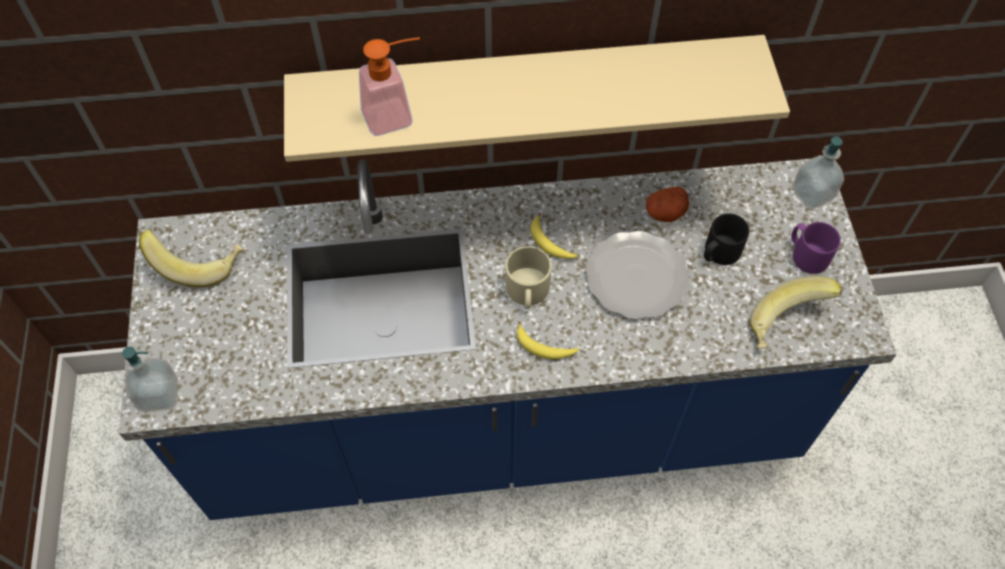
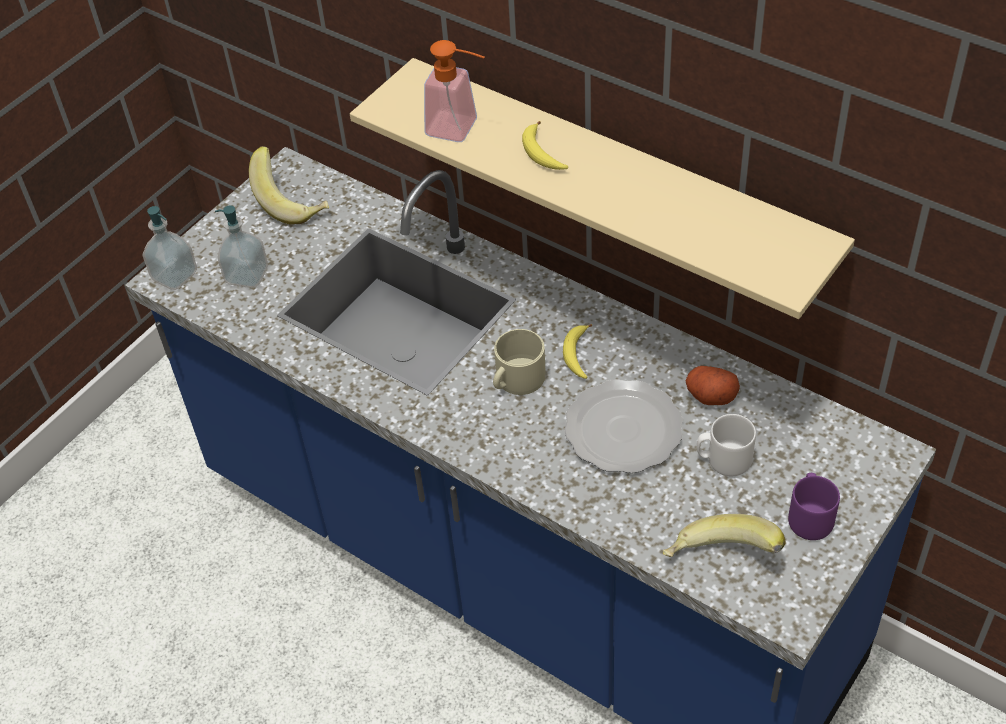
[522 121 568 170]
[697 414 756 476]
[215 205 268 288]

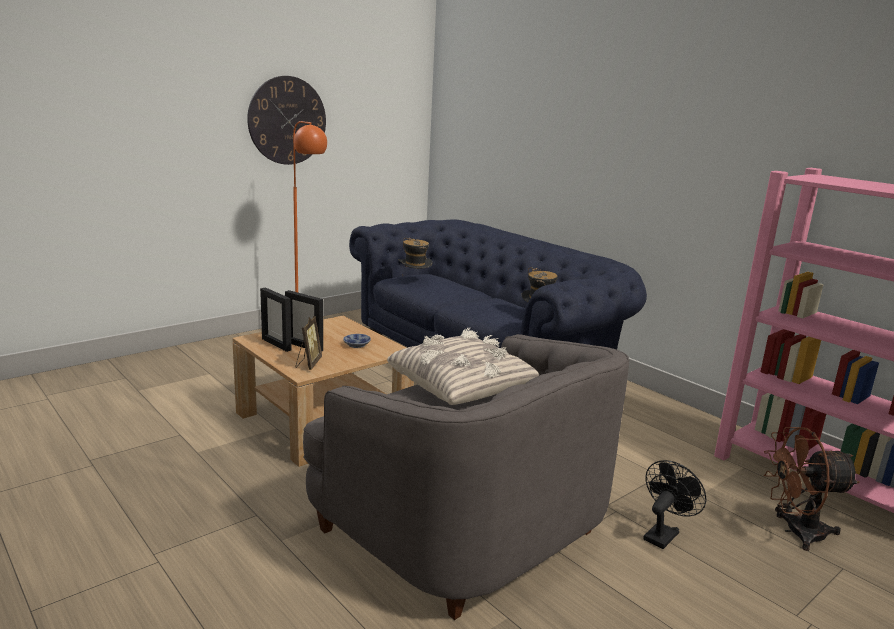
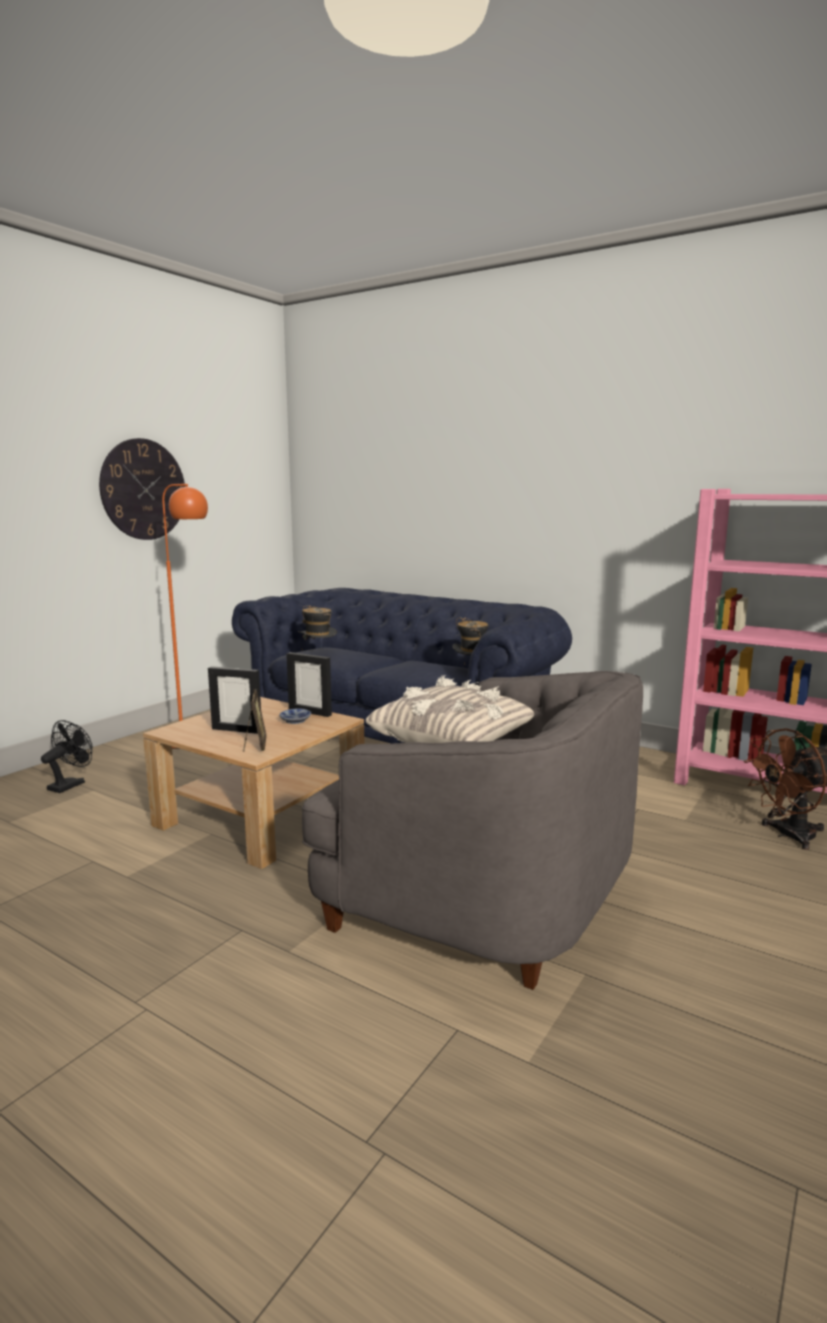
[286 652 332 717]
[41 720 92 793]

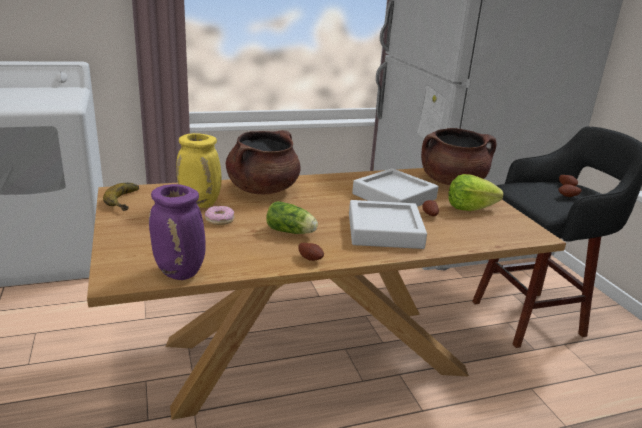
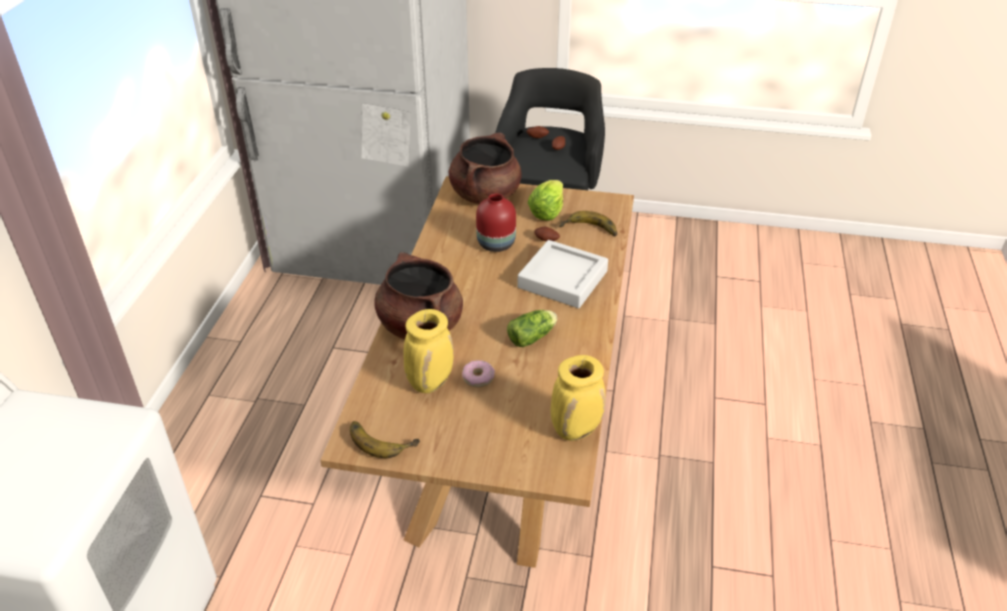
[551 355 605 441]
[298 243 324 261] (first image)
[476 194 516 252]
[559 211 617 236]

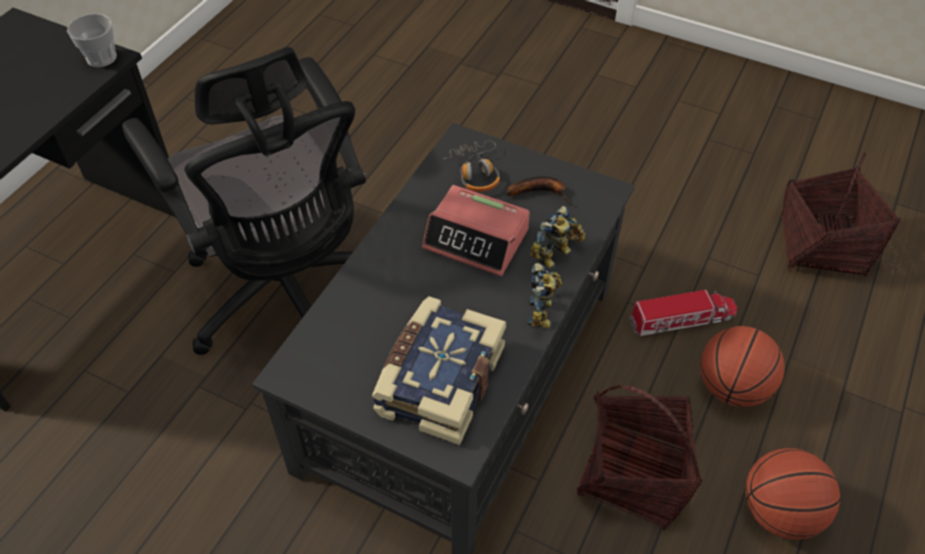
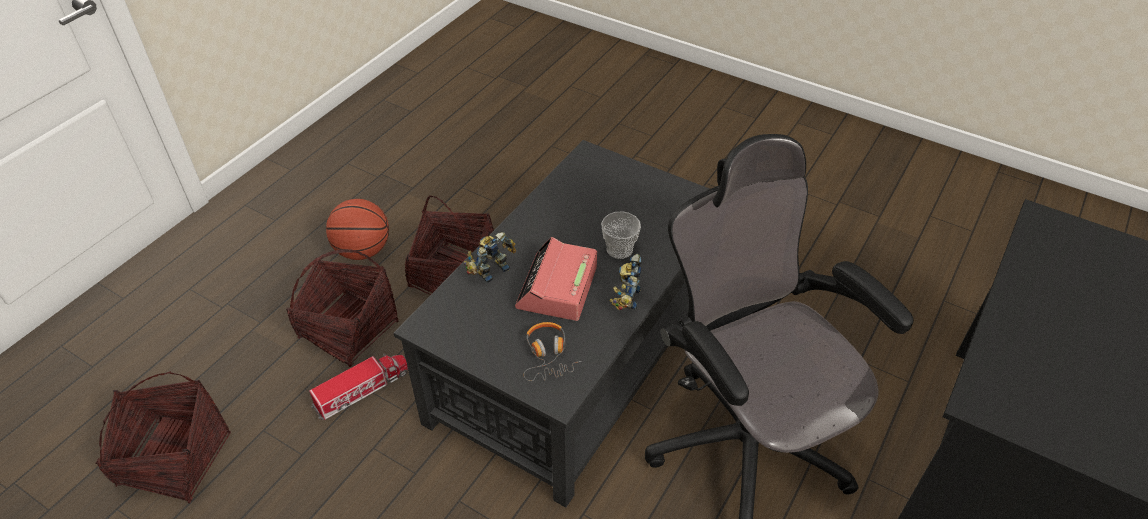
[601 211 641 259]
[371 296 506 445] (first image)
[515 237 597 321]
[506 176 569 203] (first image)
[610 254 641 310]
[309 354 408 420]
[286 249 399 367]

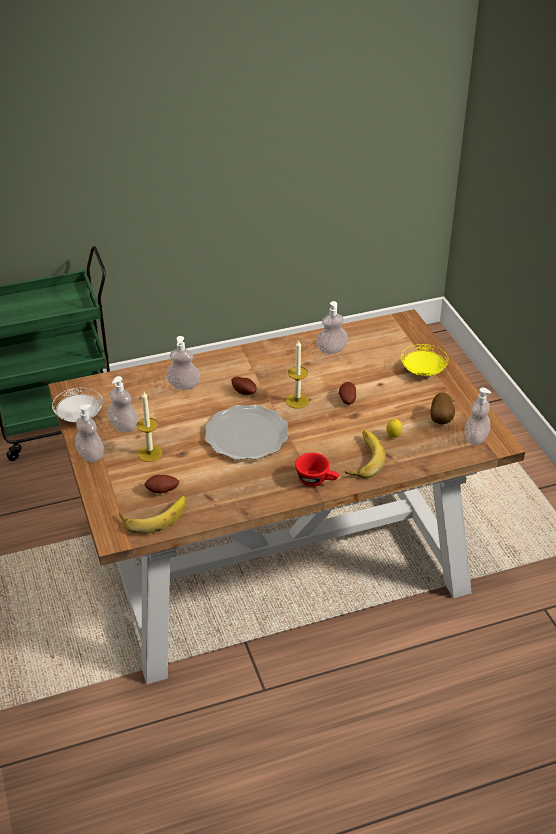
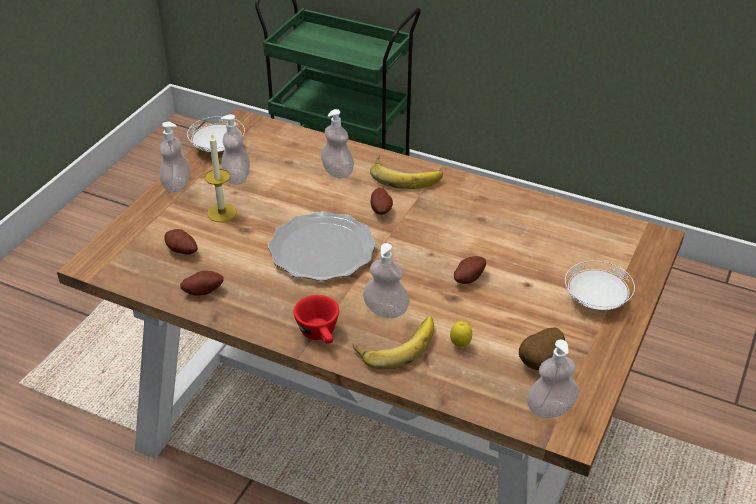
[370 156 443 189]
[286 339 309 409] (first image)
[363 243 410 318]
[565 261 635 310]
[180 271 224 296]

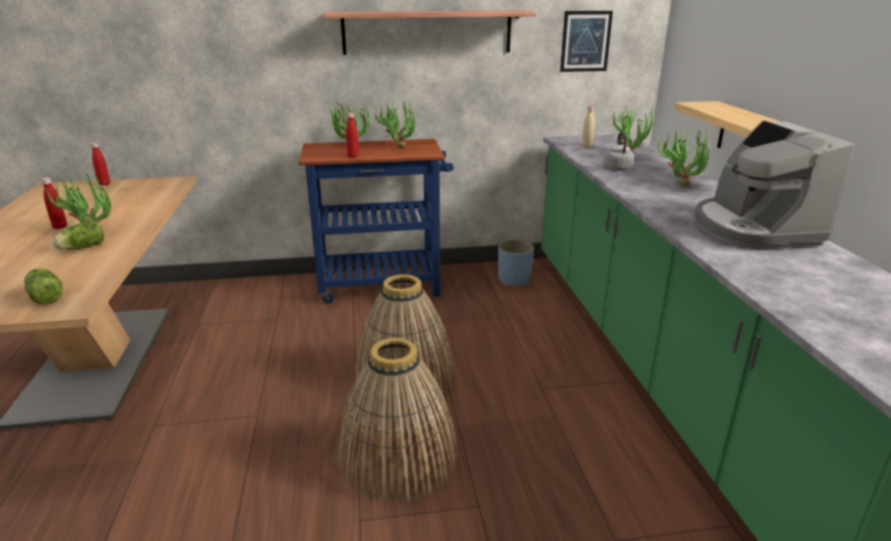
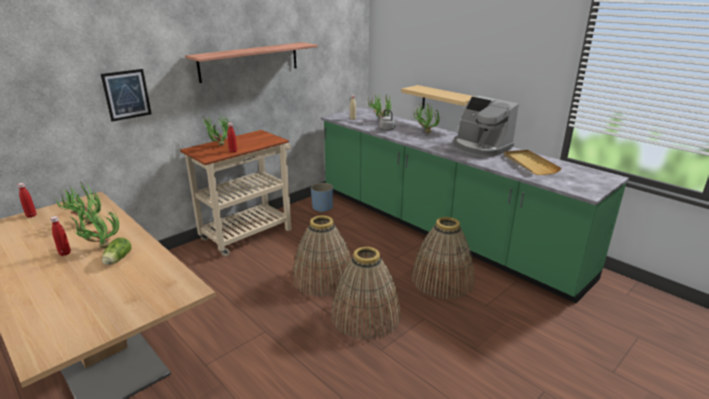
[24 268 63 304] (first image)
[180 130 292 257]
[55 182 101 224]
[101 69 151 122]
[411 217 475 299]
[504 150 562 175]

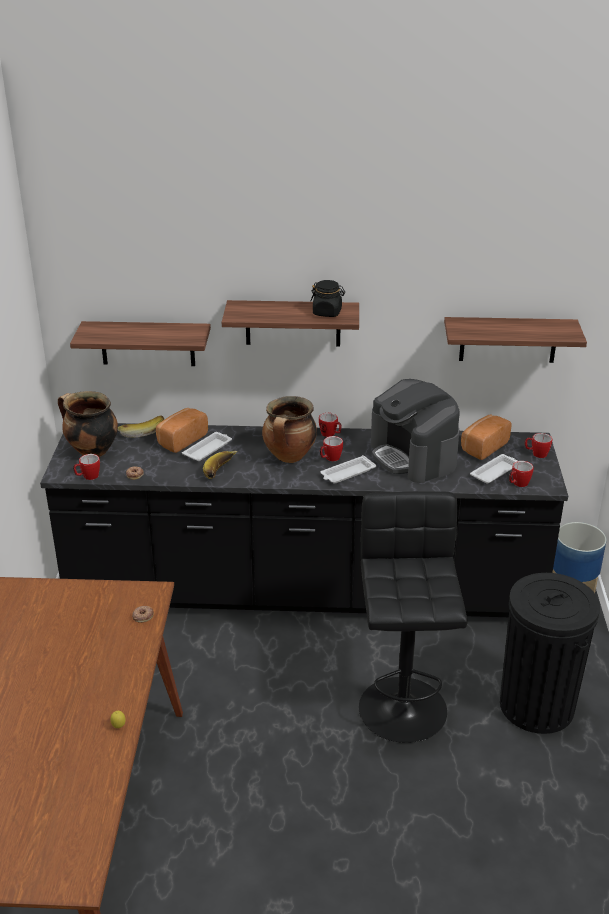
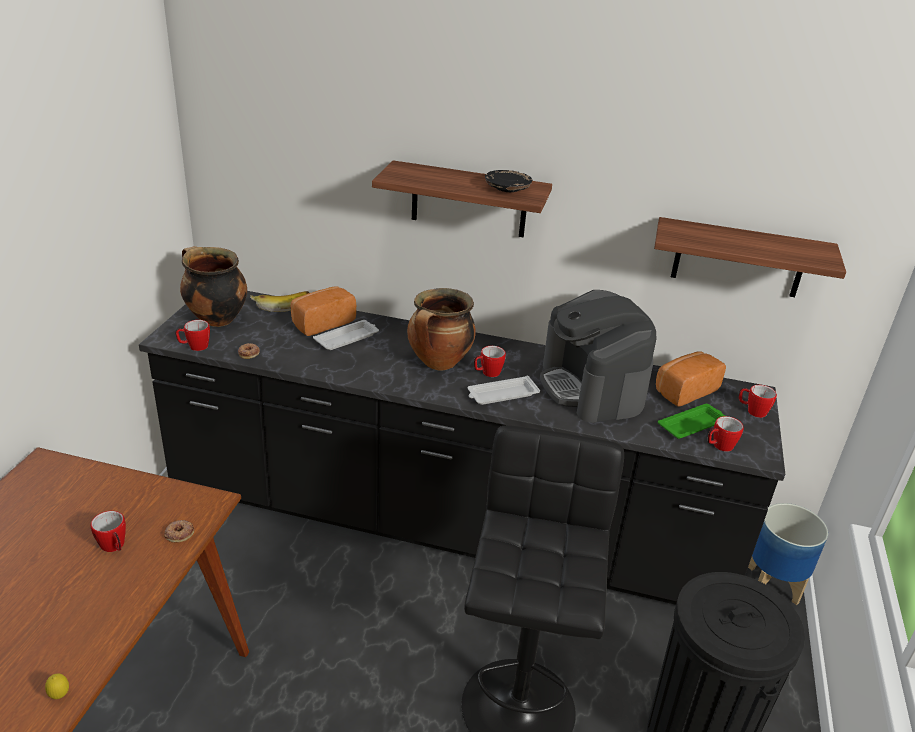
[70 321 211 366] (first image)
[203 451 237 479] (first image)
[485 170 532 192]
[91 511 126 552]
[658 404 725 439]

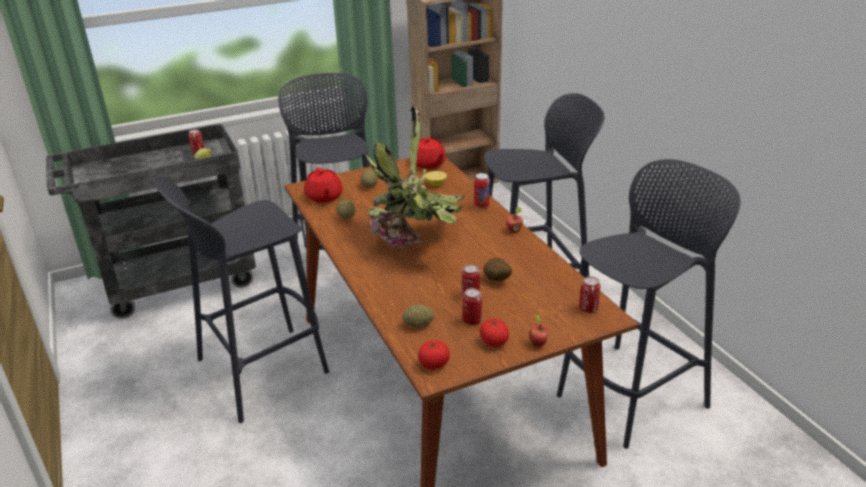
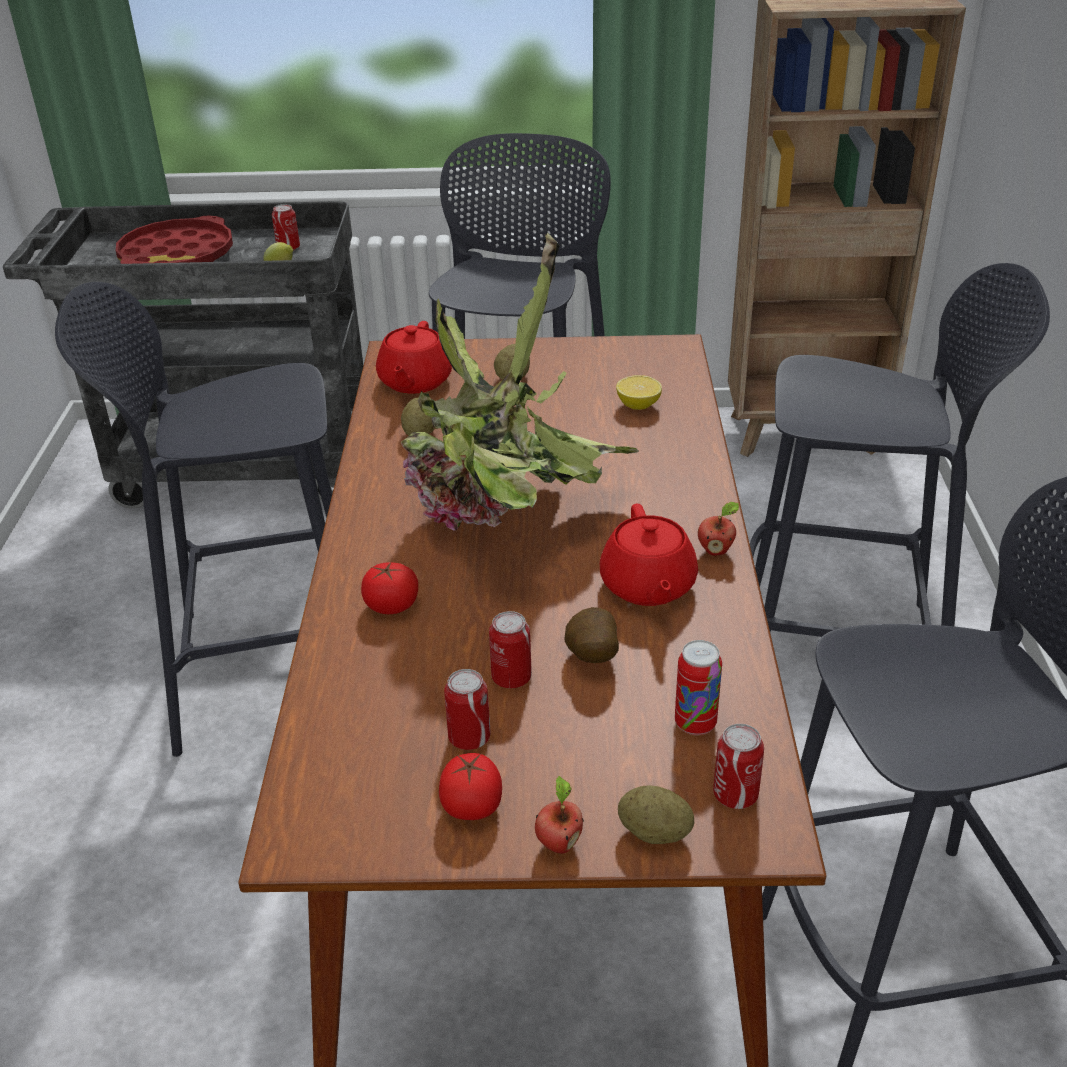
[618 785 694 844]
[600 504 698 606]
[361 562 418 614]
[675 640 722 735]
[116 215 233 264]

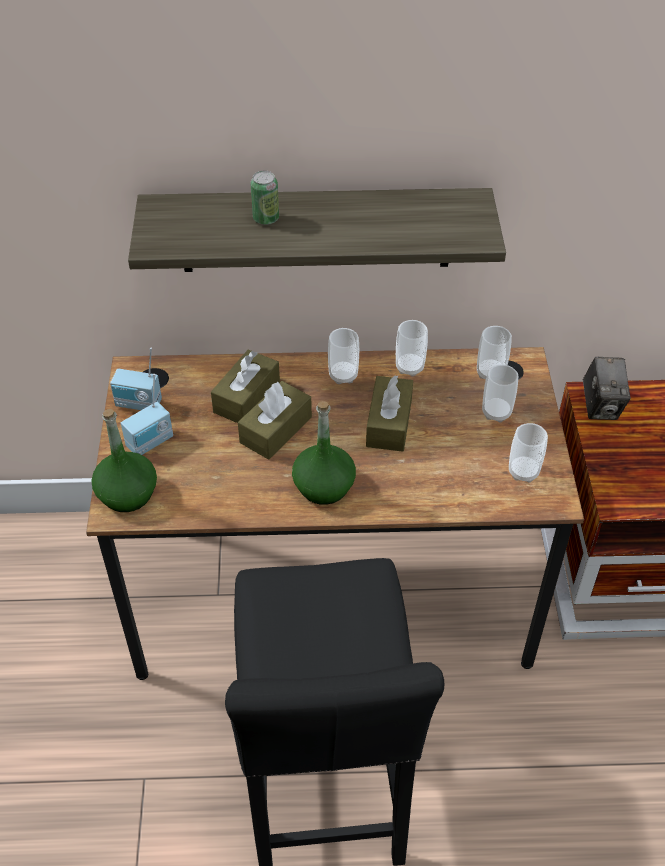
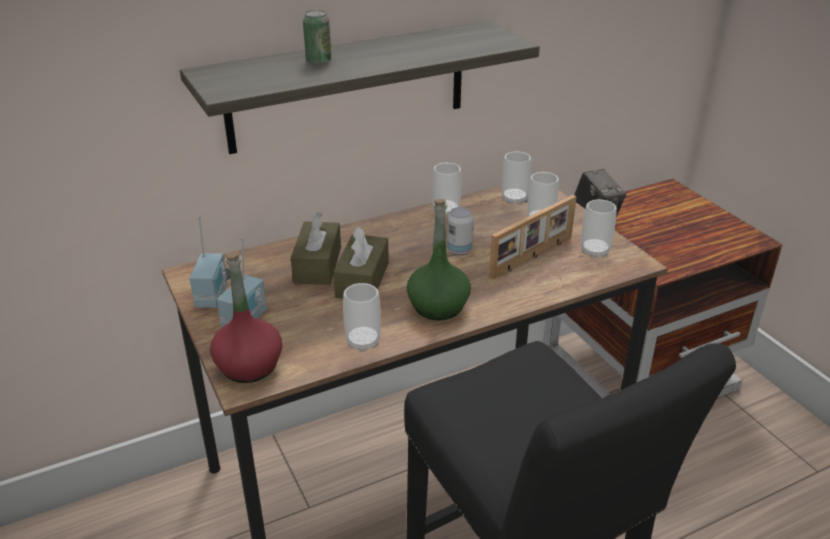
[210 251 282 383]
[189 216 227 308]
[343 283 381 352]
[447 207 474 255]
[489 195 577 279]

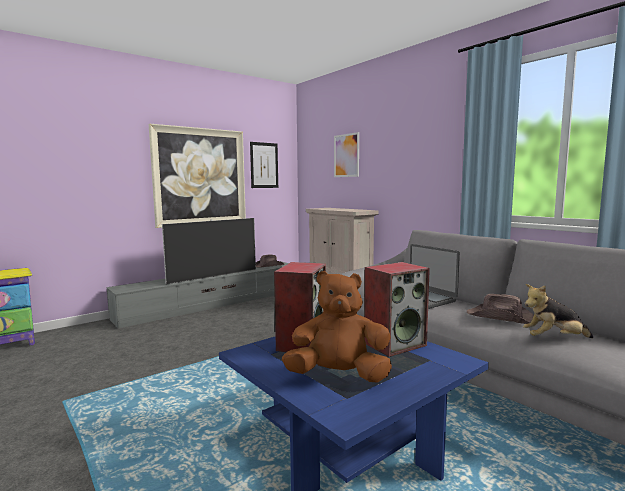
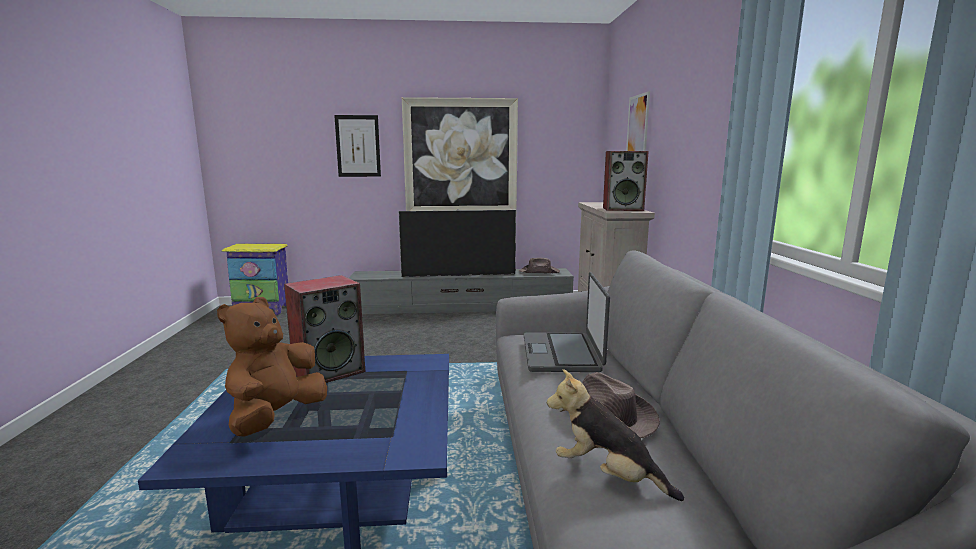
[334 115 381 177]
[217 297 327 437]
[603 151 649 211]

